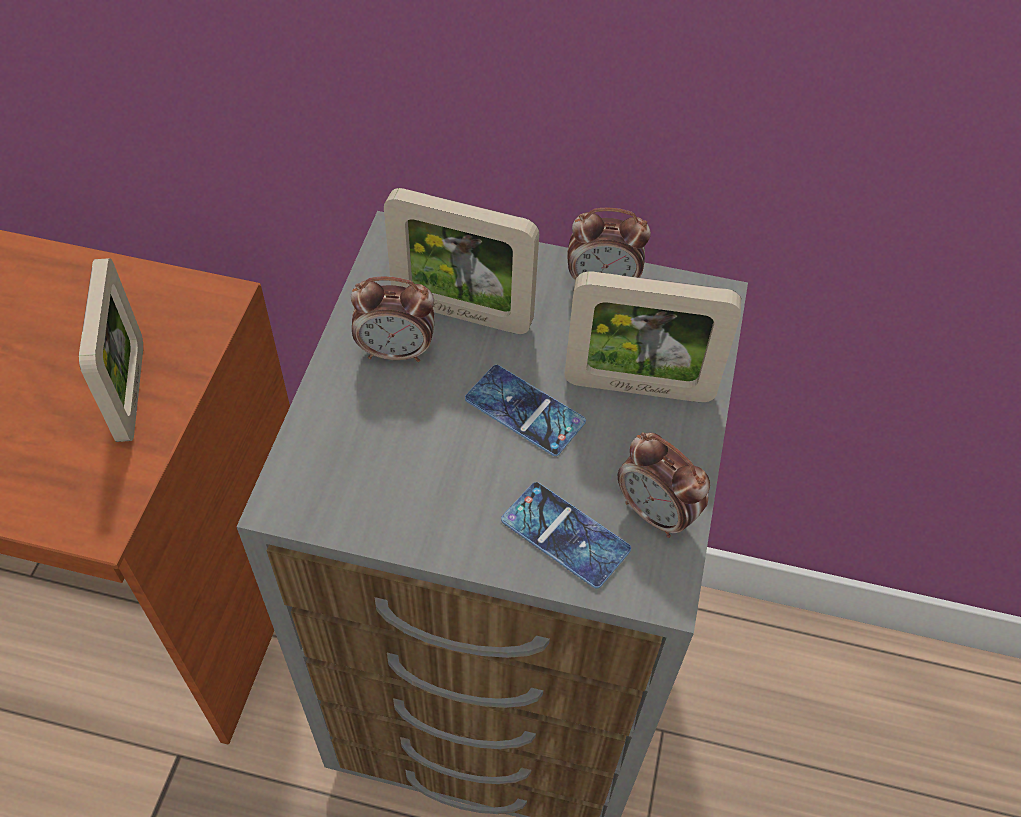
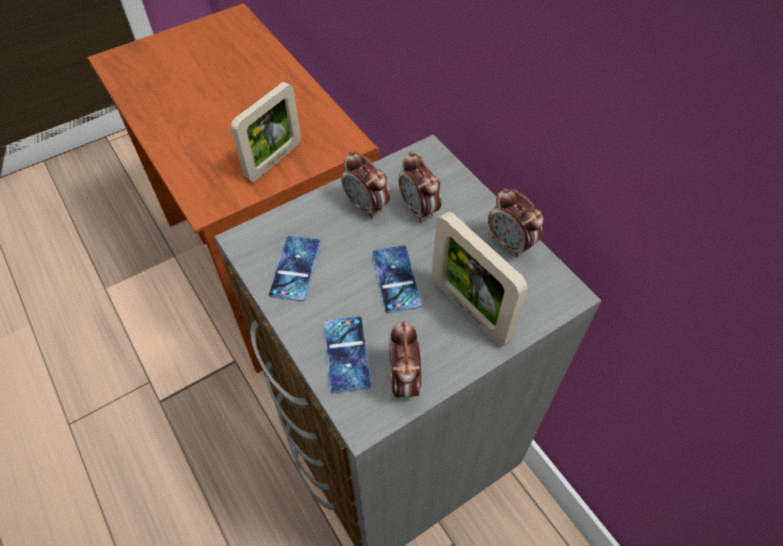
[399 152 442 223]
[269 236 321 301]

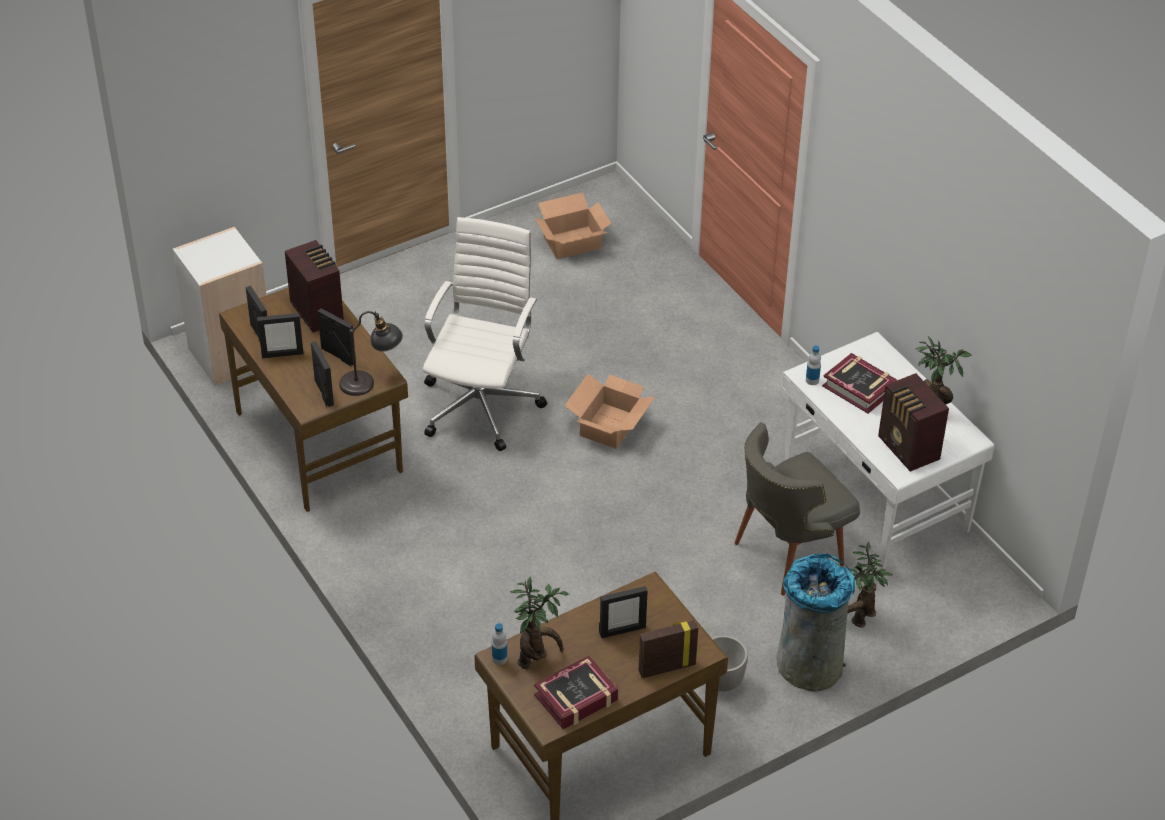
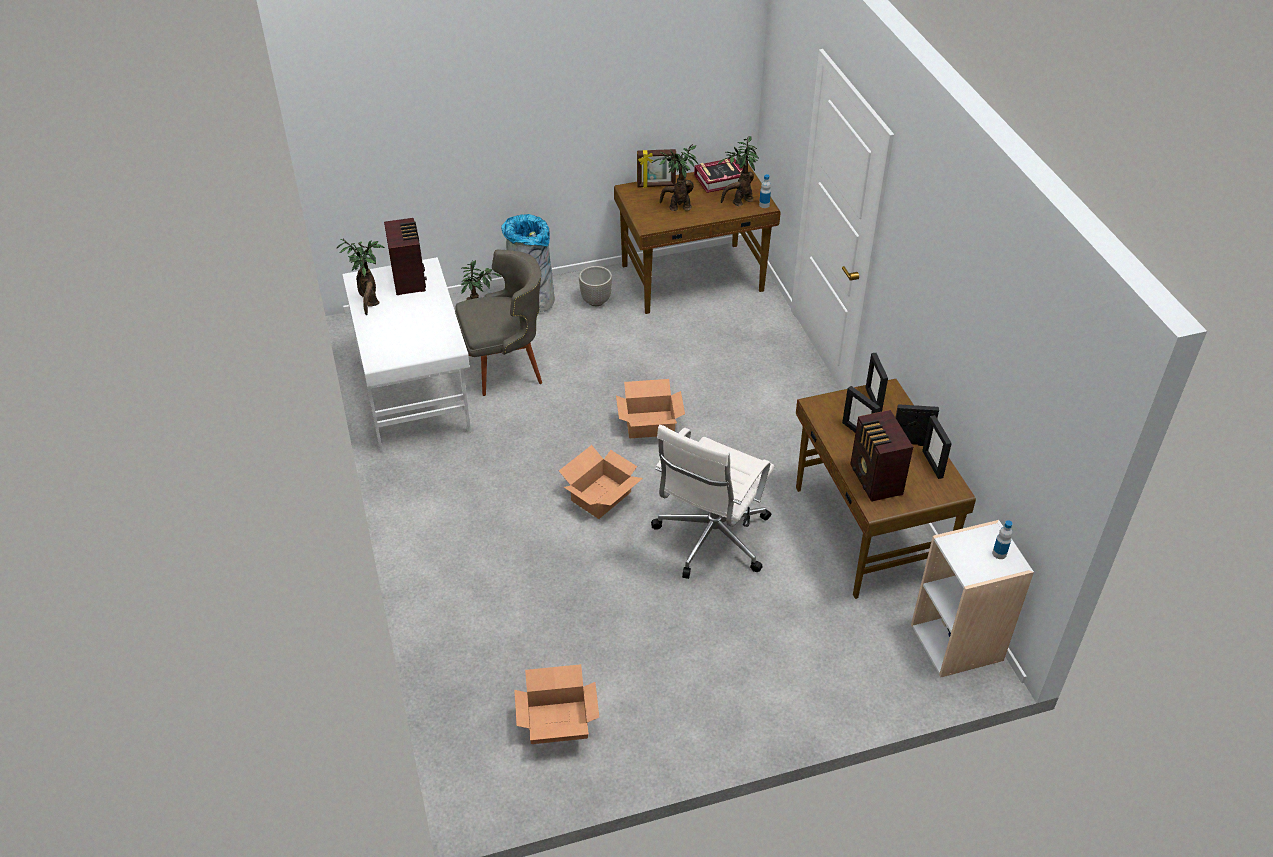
[339 311 403 396] (first image)
[652 144 698 211]
[992 520 1013 559]
[822 353 897 414] (first image)
[616 379 685 438]

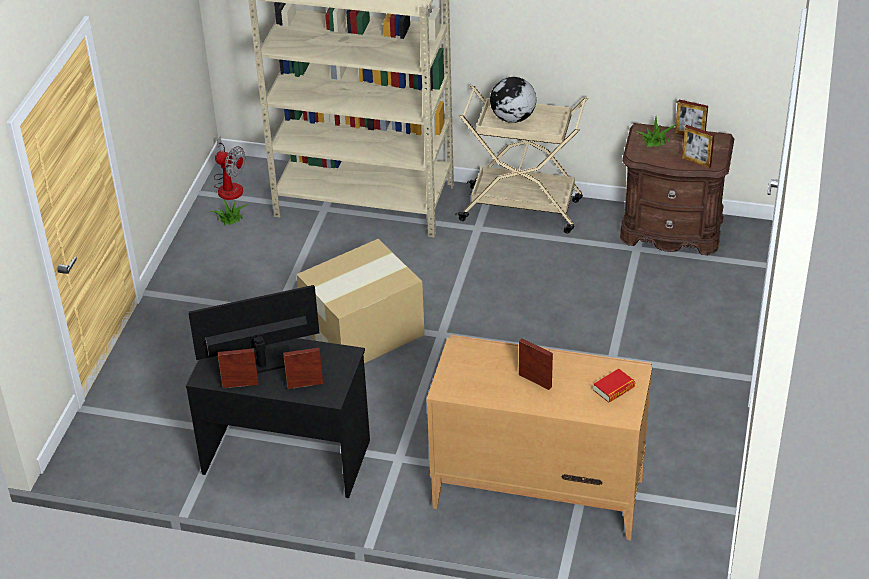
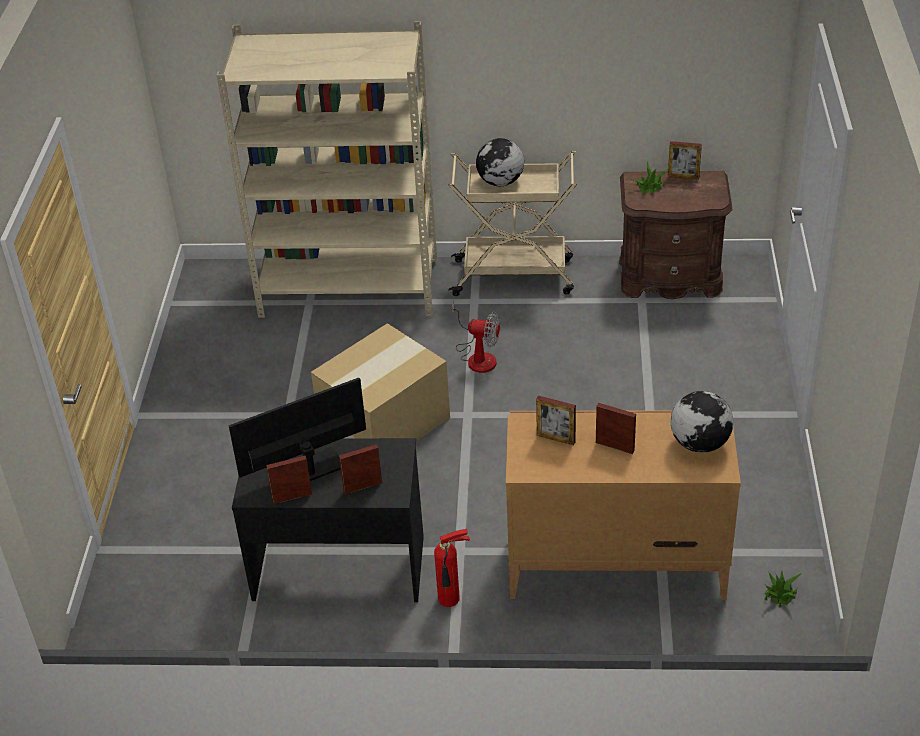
[764 571 802 607]
[452 302 501 373]
[670 391 733 453]
[536 396 576 445]
[434 529 470 607]

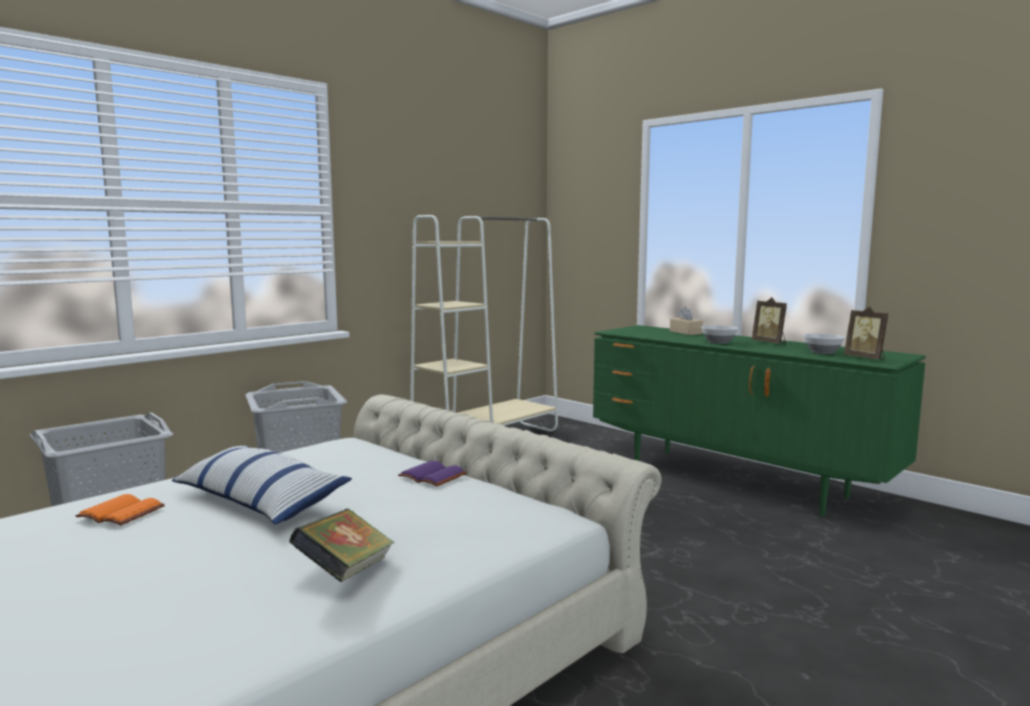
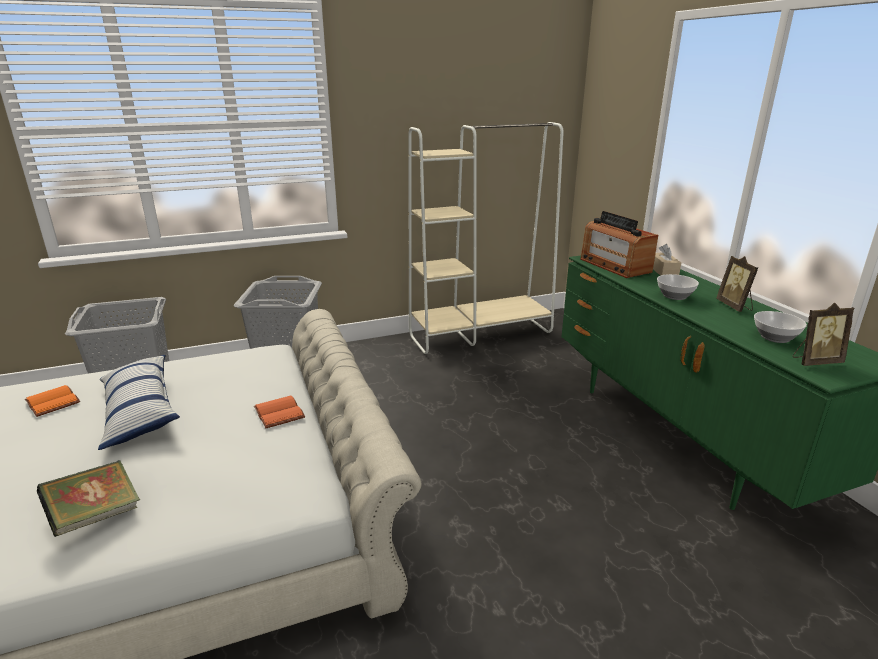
[254 396 305 428]
[792 303 854 366]
[580 211 658 278]

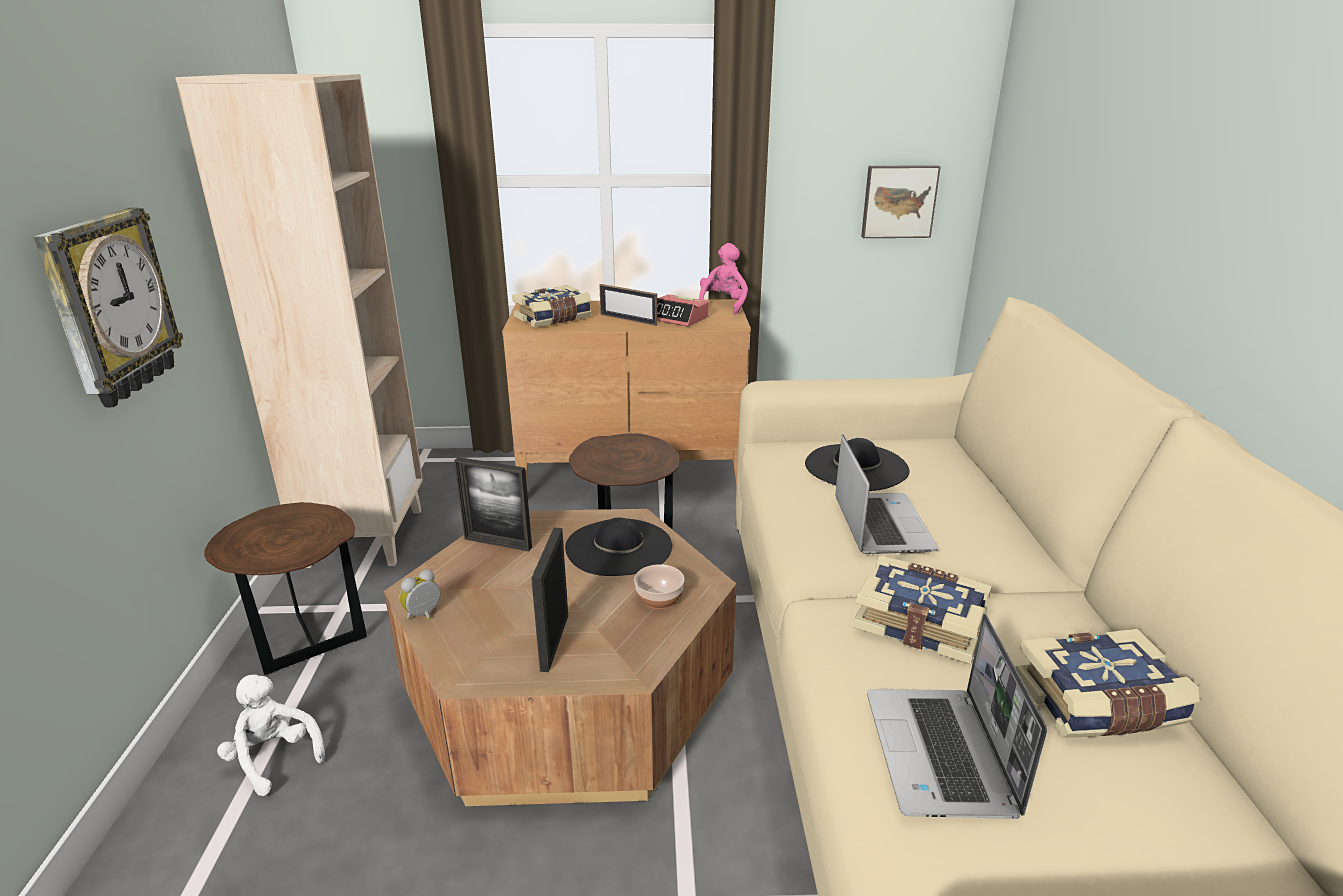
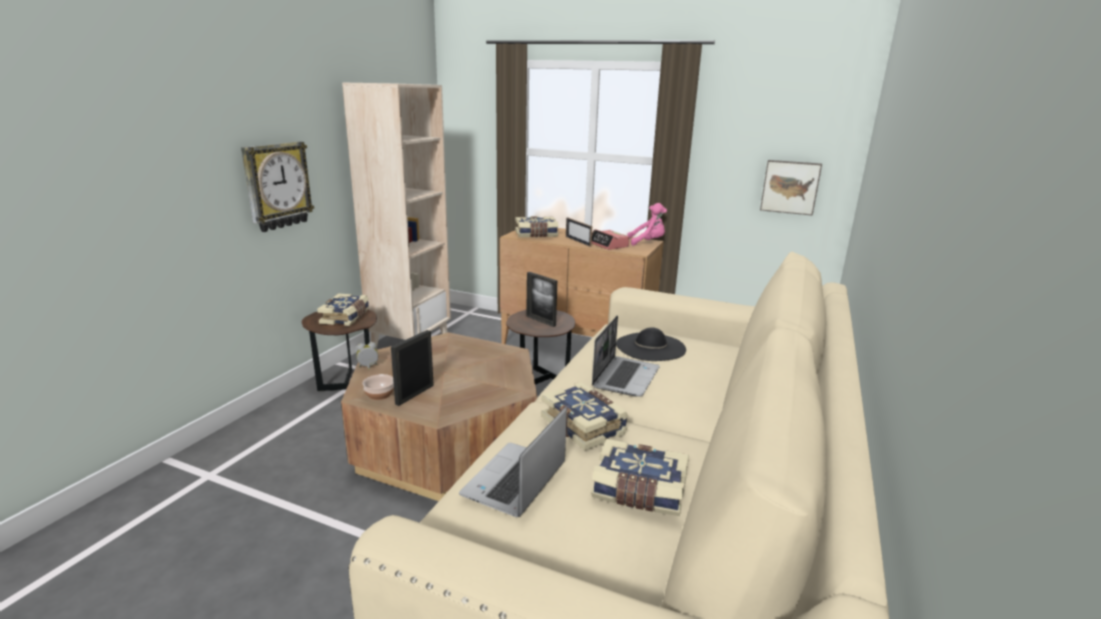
[217 674 325 796] (first image)
[526 272 557 327]
[565 518 672 576] (first image)
[362 374 394 400]
[627 203 667 246]
[317 293 369 326]

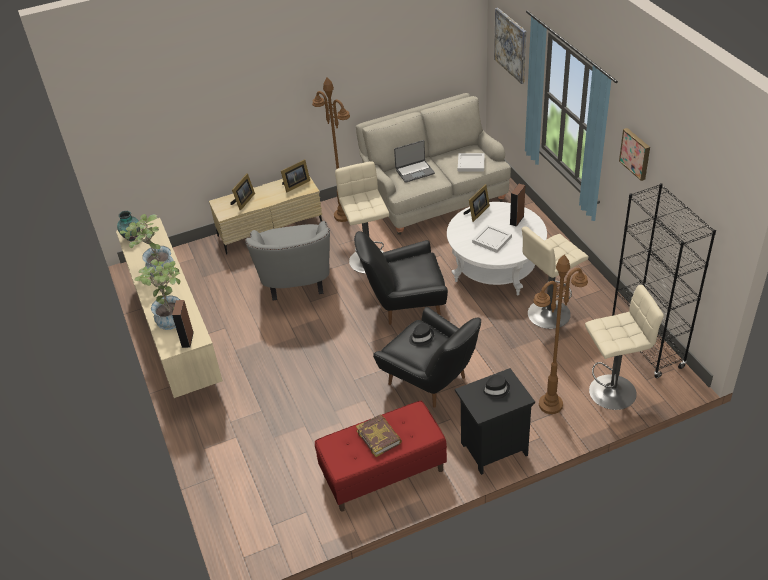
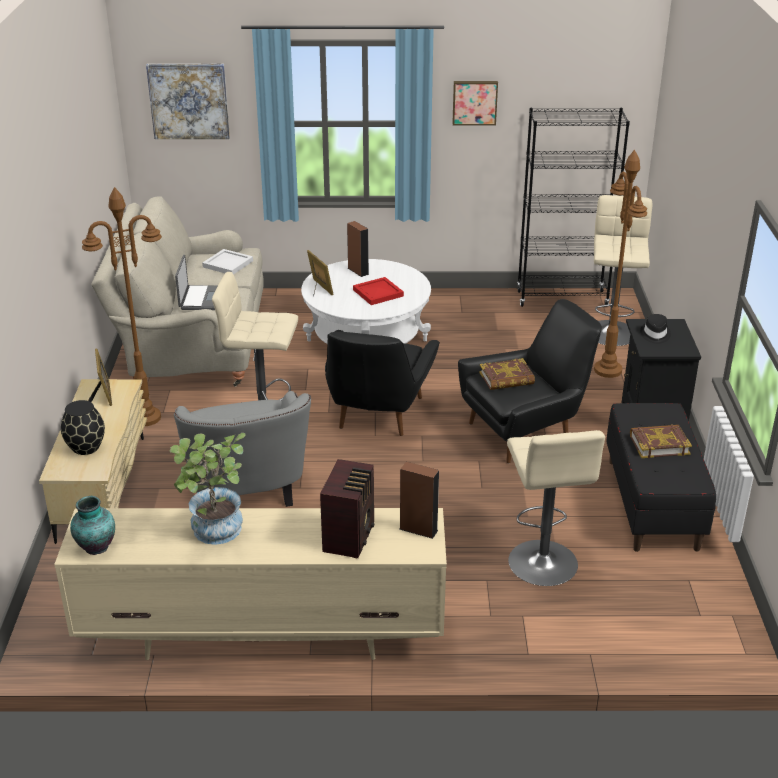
[320 459 374 559]
[61 400 105 455]
[174 391 311 507]
[606 403 716 552]
[479 358 535 390]
[353 277 404 305]
[507 430 605 586]

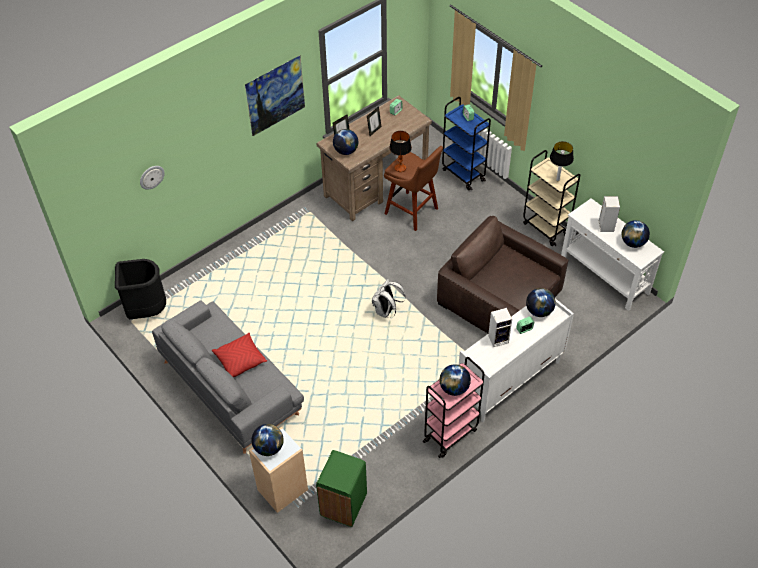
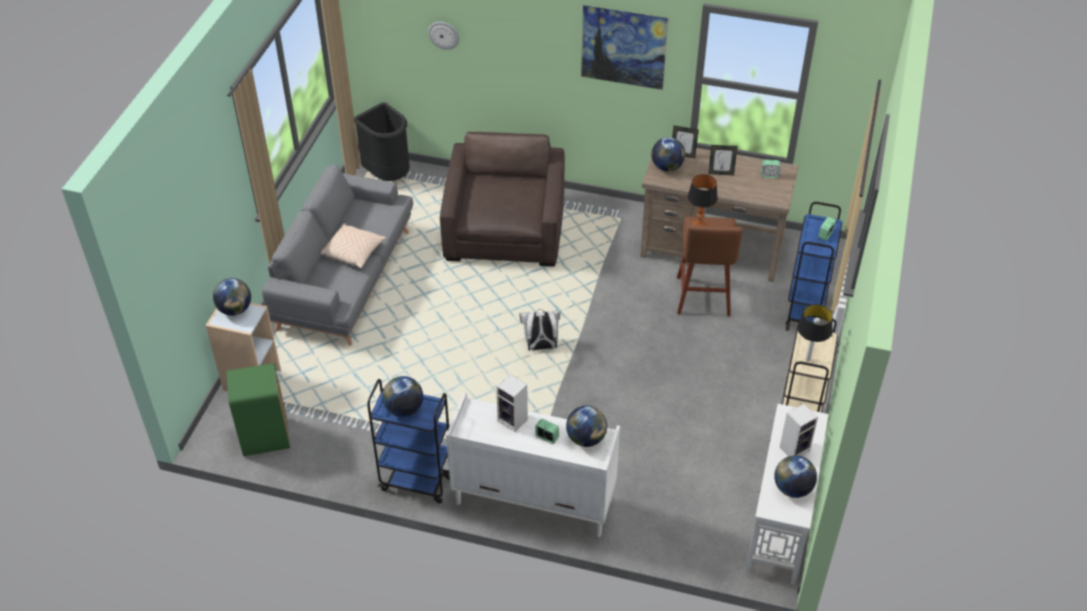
[321 223 386 268]
[367 379 450 504]
[440 132 565 267]

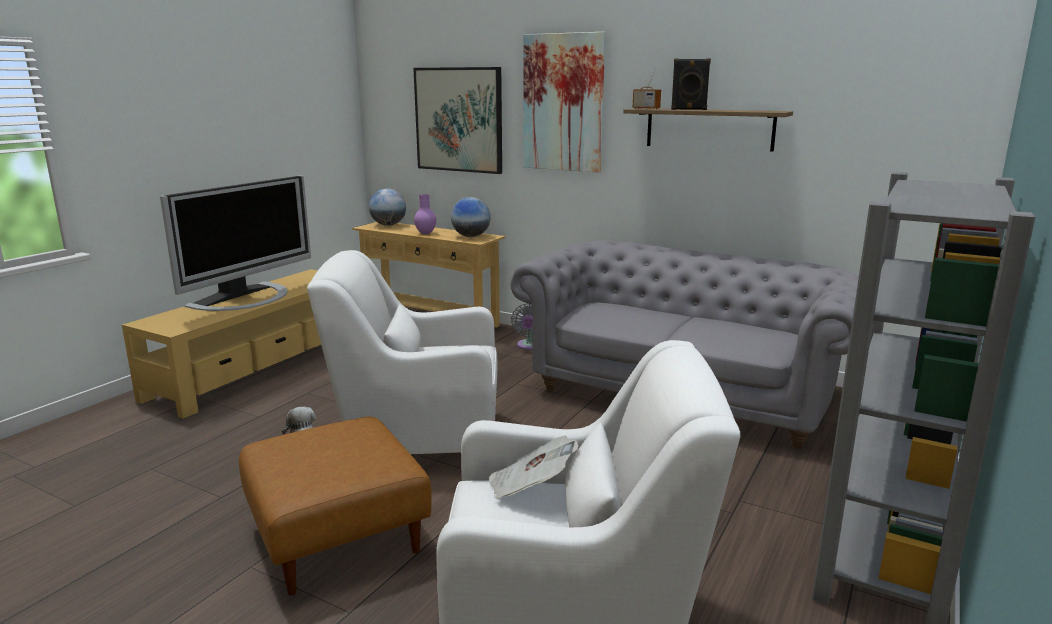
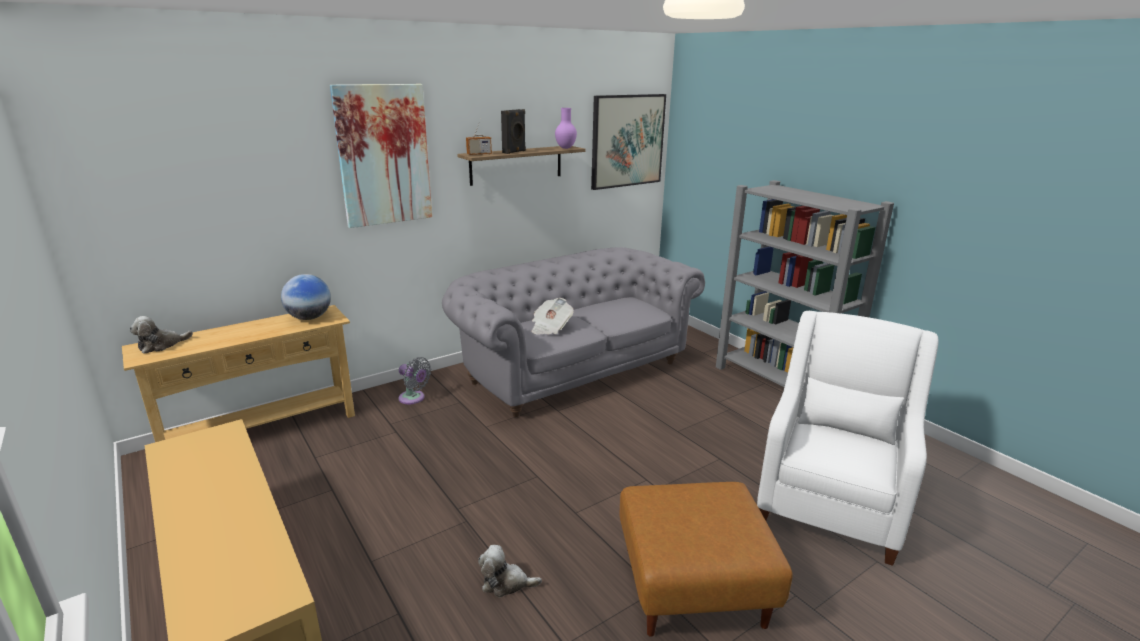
[160 176 311 311] (first image)
[307 250 498 454] (first image)
[129 316 193 354]
[591 94 666 190]
[555 108 577 149]
[532 298 574 334]

